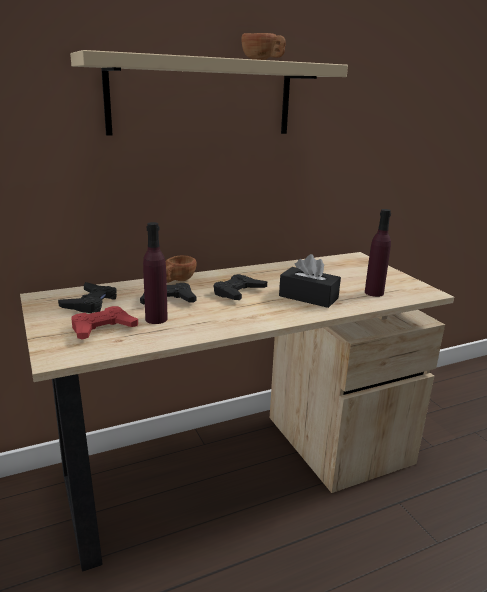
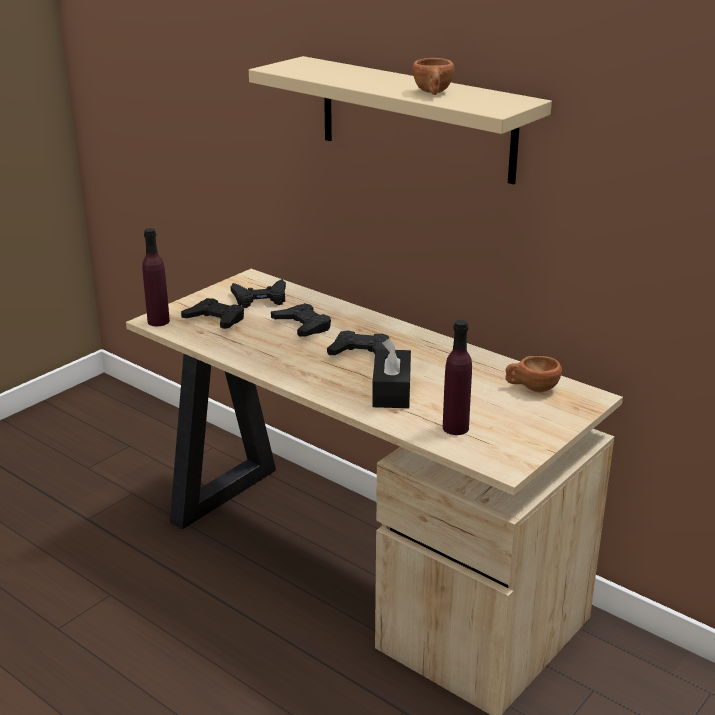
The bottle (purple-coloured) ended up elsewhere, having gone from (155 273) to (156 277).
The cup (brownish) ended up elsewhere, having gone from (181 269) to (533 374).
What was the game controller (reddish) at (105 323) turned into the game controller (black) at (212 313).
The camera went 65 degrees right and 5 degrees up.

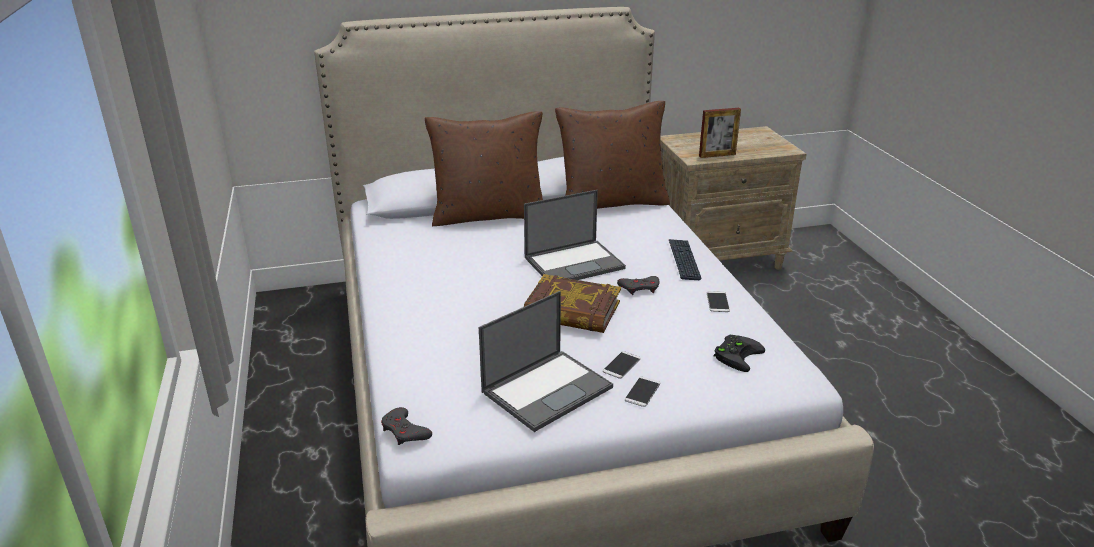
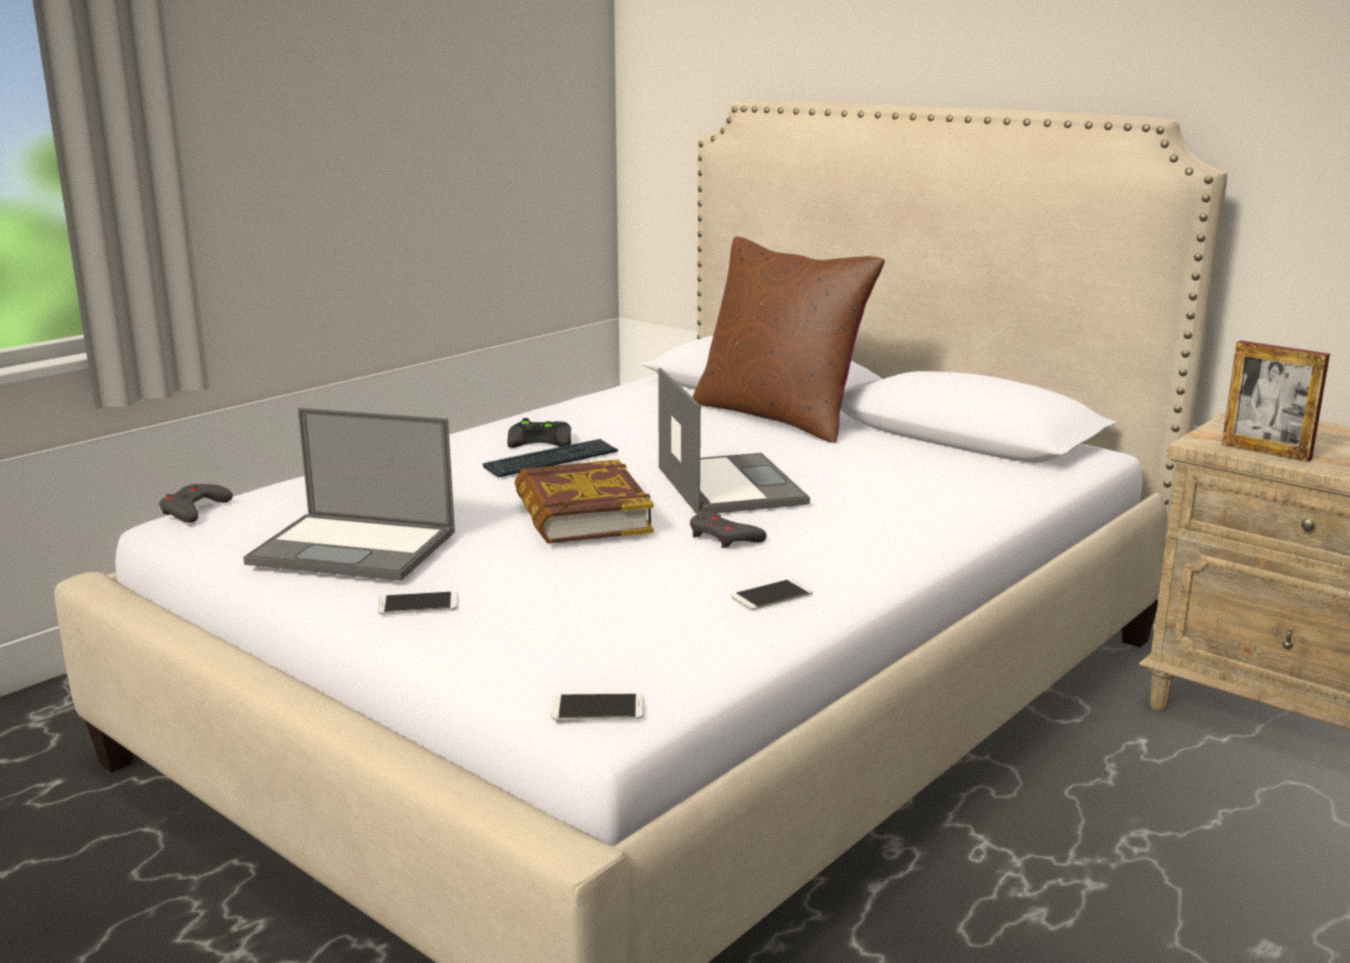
The second view lost the pillow (brownish) at (612 155).
The phone ended up elsewhere, having gone from (621 365) to (597 707).
The keyboard ended up elsewhere, having gone from (685 259) to (550 458).
The game controller (black) ended up elsewhere, having gone from (739 353) to (539 433).
The notebook computer at (575 235) ended up facing another way, 135 degrees counterclockwise from before.
The camera went 55 degrees right and 10 degrees down.

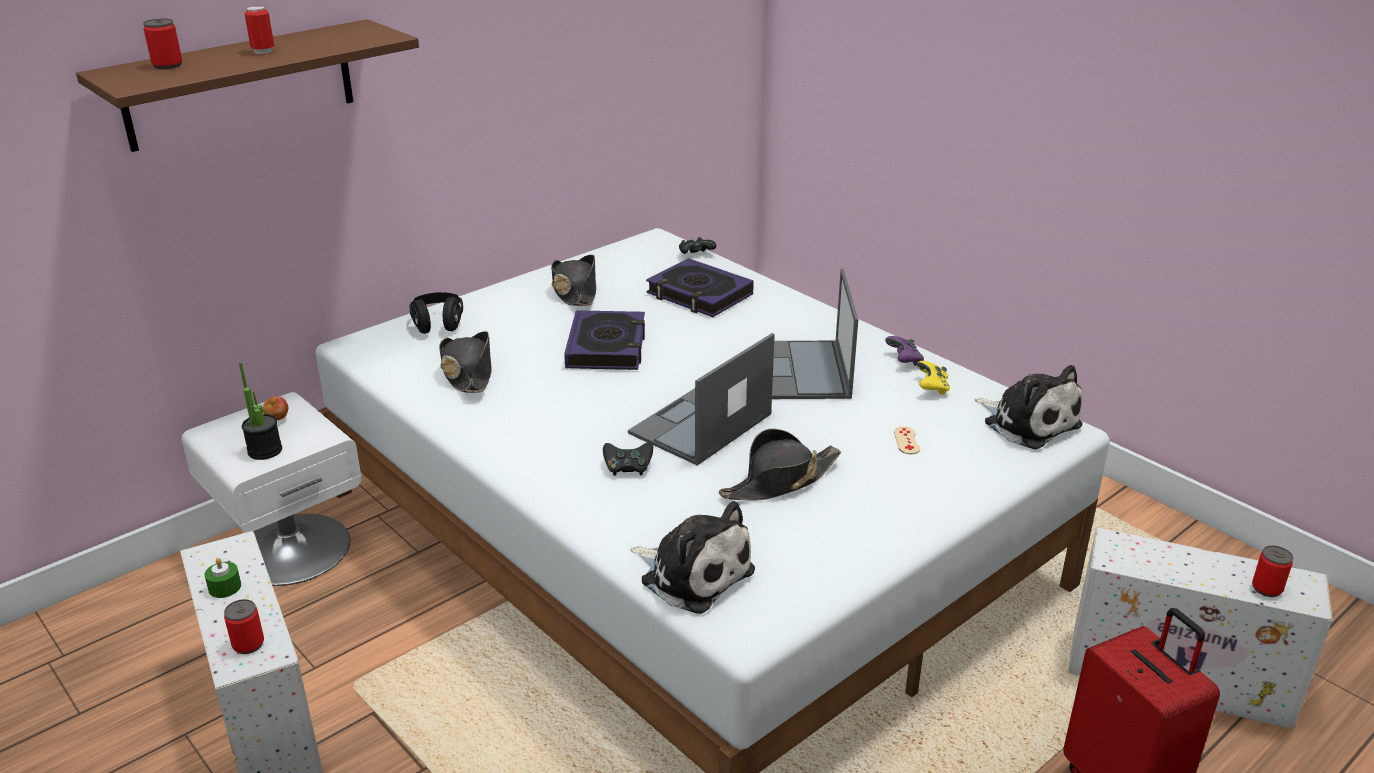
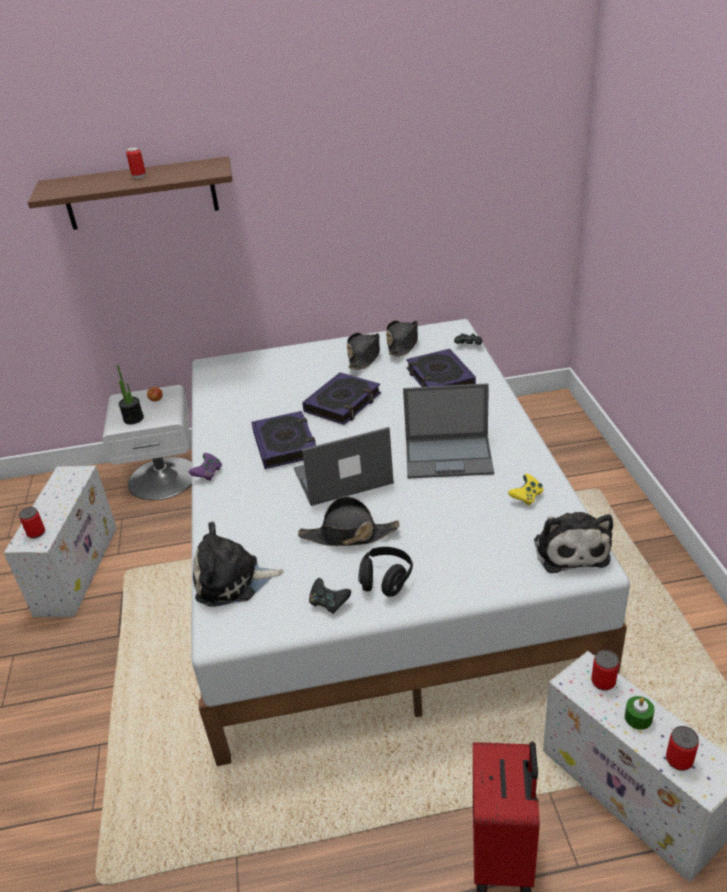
The second view lost the game controller (sand-coloured) at (907 440).
The second view gained the volume at (283 440).
The can ended up elsewhere, having gone from (162 43) to (605 670).
The candle (greenish) ended up elsewhere, having gone from (222 578) to (640 713).
The headset (black) ended up elsewhere, having gone from (436 313) to (385 572).
The wearable hat (black) ended up elsewhere, having gone from (465 362) to (402 338).
The game controller (black) ended up elsewhere, having gone from (628 458) to (330 596).
The game controller (purple-coloured) ended up elsewhere, having gone from (904 351) to (205 467).
The plush toy at (692 557) ended up facing another way, 105 degrees clockwise from before.
The notebook computer at (815 334) ended up facing another way, 120 degrees counterclockwise from before.
The camera went 35 degrees right and 5 degrees up.

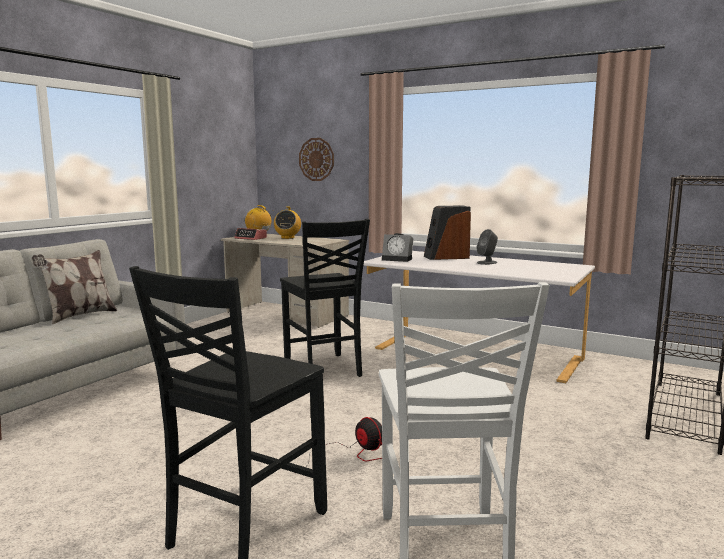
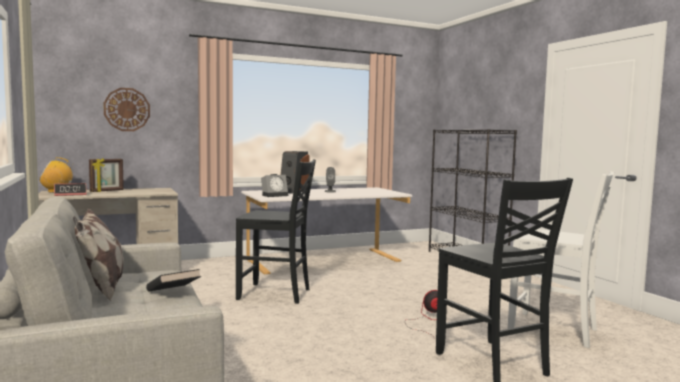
The second view gained the volume (black) at (173 280).
Where the radio set stood at (287 222), the picture frame came to stand at (106 175).
The camera went 55 degrees left and 5 degrees down.

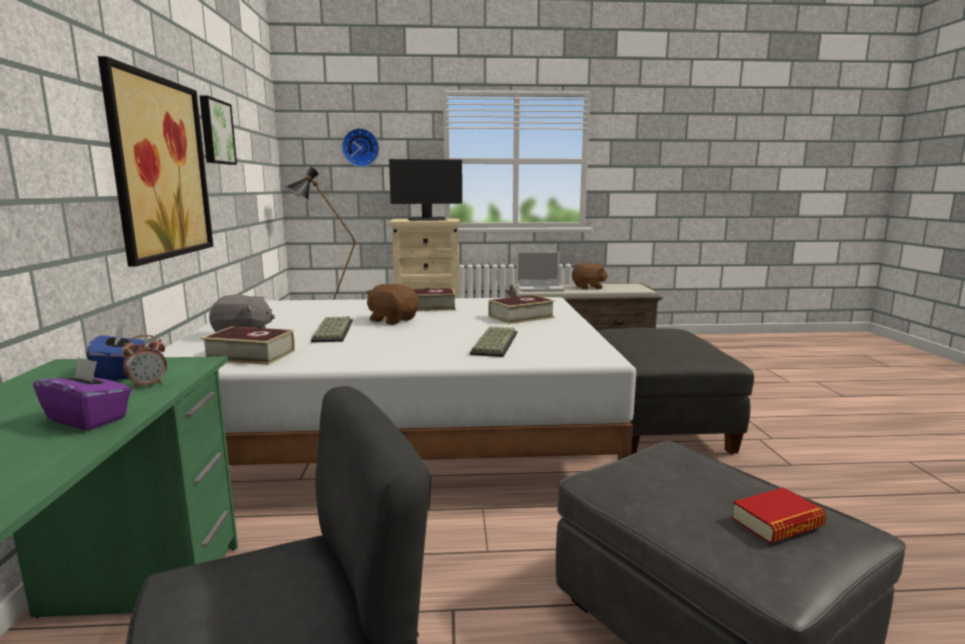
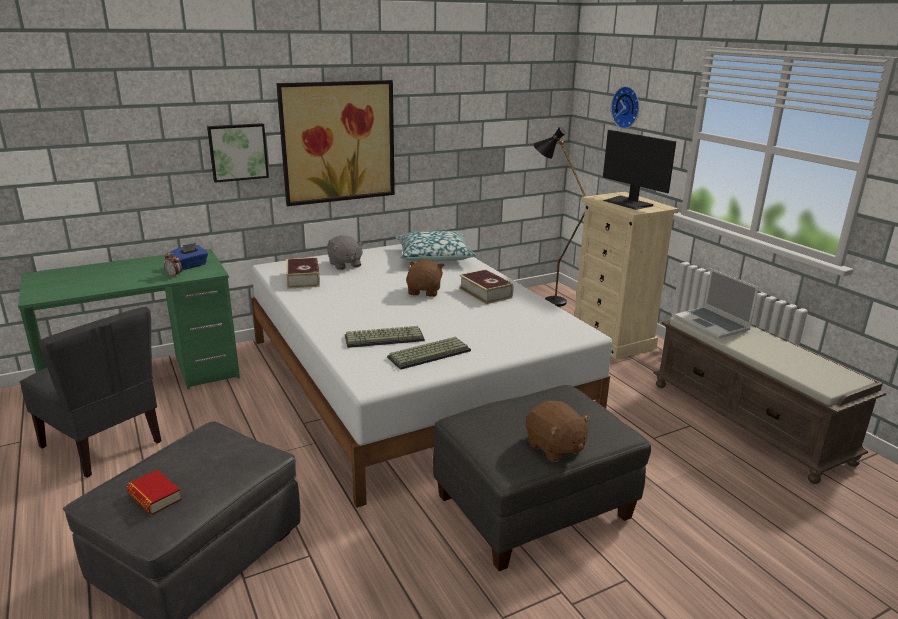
The second view lost the tissue holder (purple-coloured) at (82 393).
The second view lost the volume at (521 309).
The second view gained the pillow at (436 246).
The wall picture ended up elsewhere, having gone from (218 130) to (238 153).
The keyboard ended up elsewhere, having gone from (332 329) to (429 353).
The plush toy (brownish) ended up elsewhere, having gone from (590 276) to (558 431).
The camera went 65 degrees right and 10 degrees up.

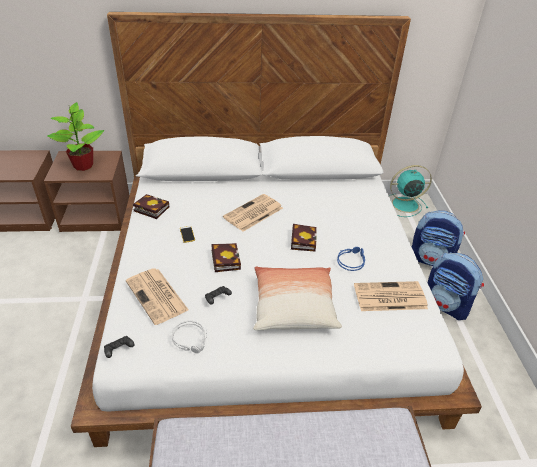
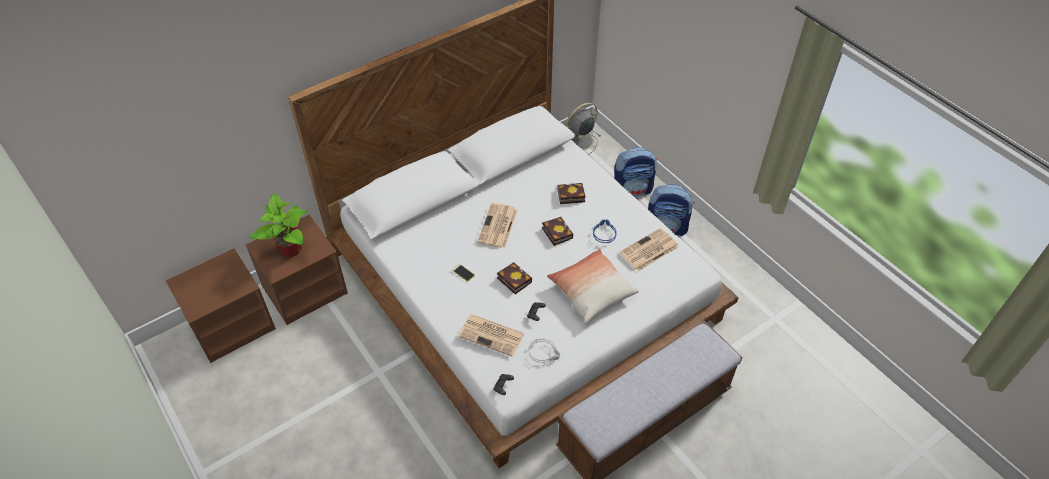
The volume ended up elsewhere, having gone from (151 206) to (571 193).
What was the fan (turquoise-coloured) at (410 191) turned into the fan (grey) at (583 129).
The camera went 30 degrees left and 10 degrees up.

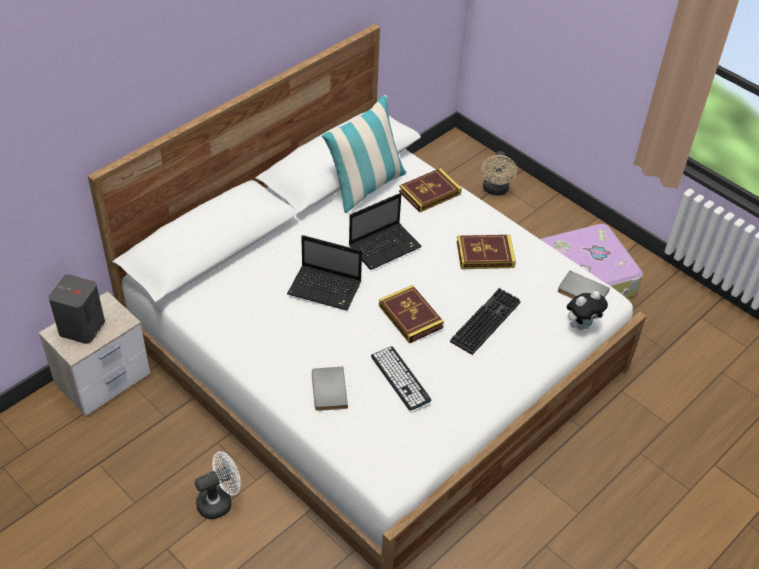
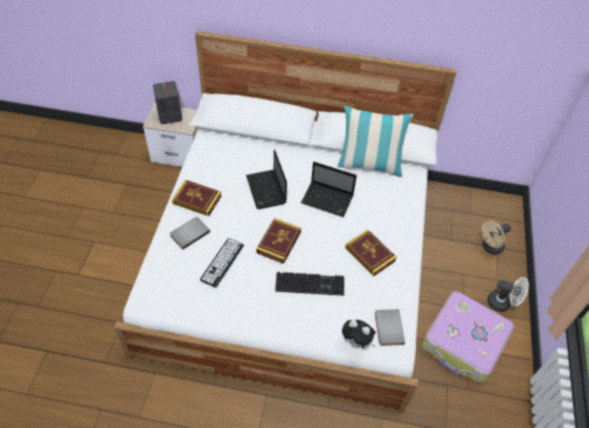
The fan (white-coloured) ended up elsewhere, having gone from (218 485) to (508 294).
The volume ended up elsewhere, having gone from (430 190) to (197 198).
The camera went 55 degrees right and 5 degrees up.

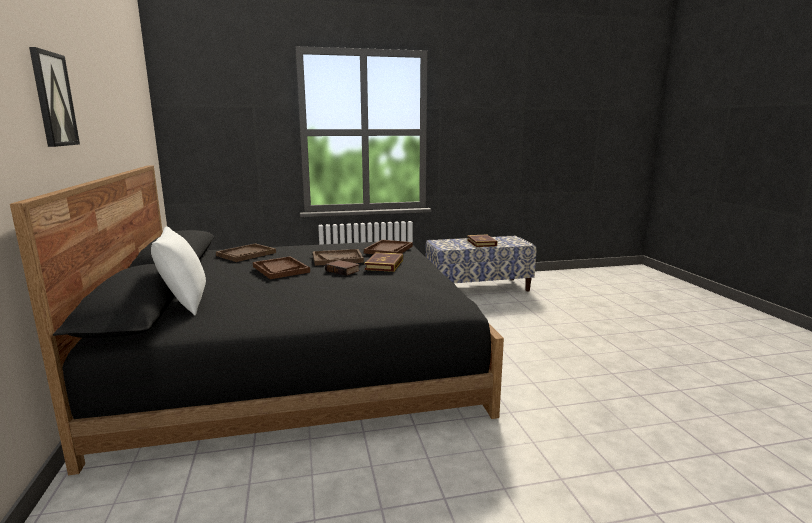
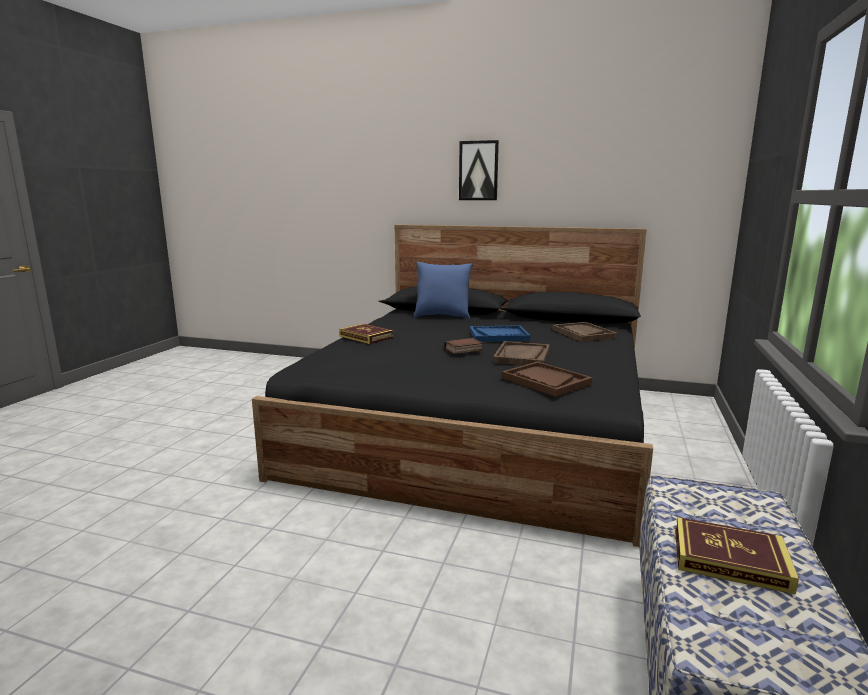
The volume ended up elsewhere, having gone from (384 262) to (366 334).
What was the pillow (white-coloured) at (178 270) turned into the pillow (blue-coloured) at (443 290).
What was the tray (brownish) at (281 267) turned into the tray (blue-coloured) at (500 333).
The camera went 120 degrees right and 0 degrees up.

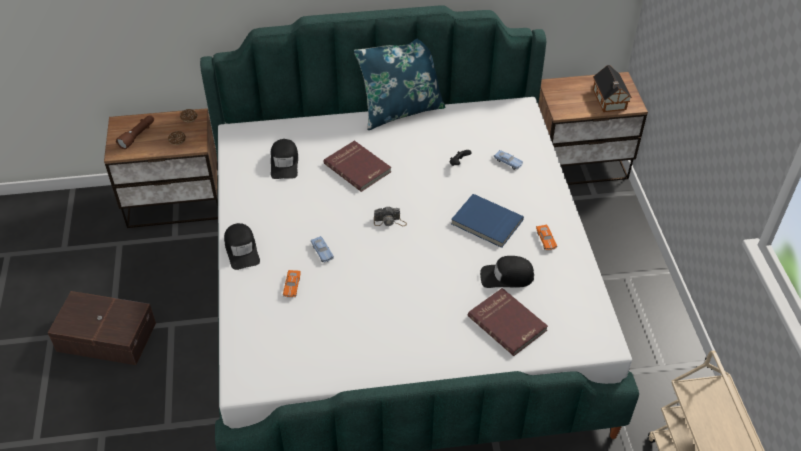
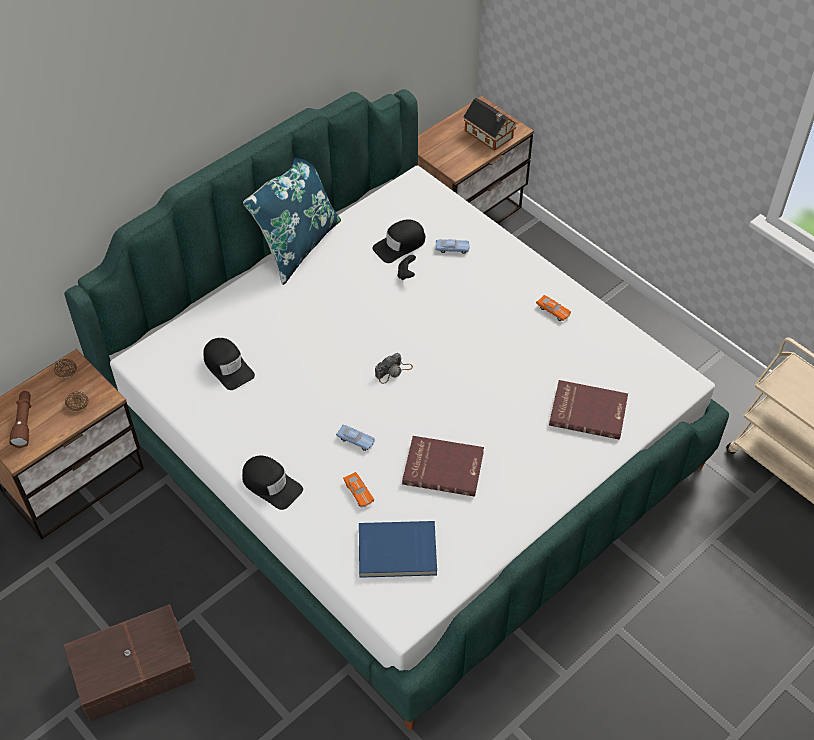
The volume (reddish) ended up elsewhere, having gone from (357 166) to (443 466).
The volume (blue-coloured) ended up elsewhere, having gone from (487 221) to (398 549).
The cap (black) ended up elsewhere, having gone from (507 272) to (398 241).
The camera went 35 degrees left and 5 degrees up.

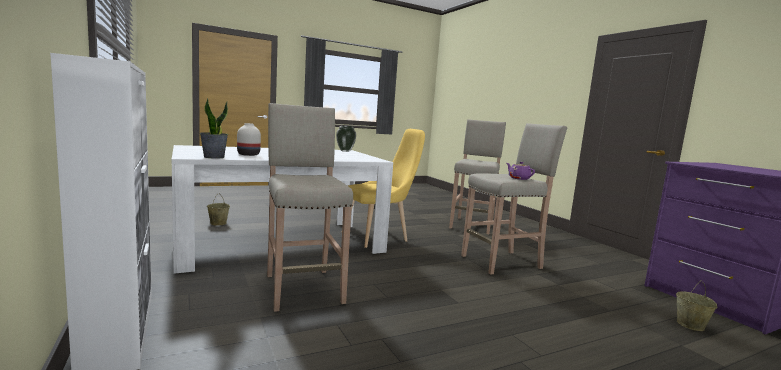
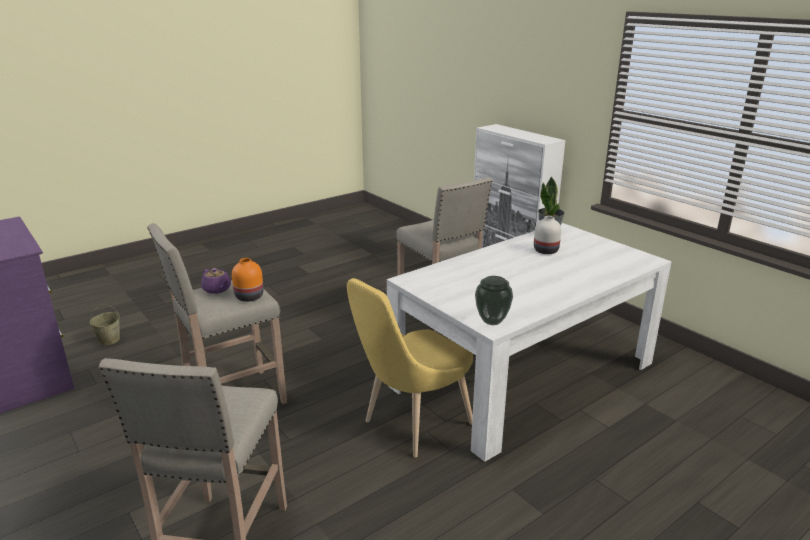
The second view lost the bucket (sand-coloured) at (218 209).
The second view gained the decorative vase (orange) at (248 280).
The camera went 170 degrees right and 15 degrees up.

